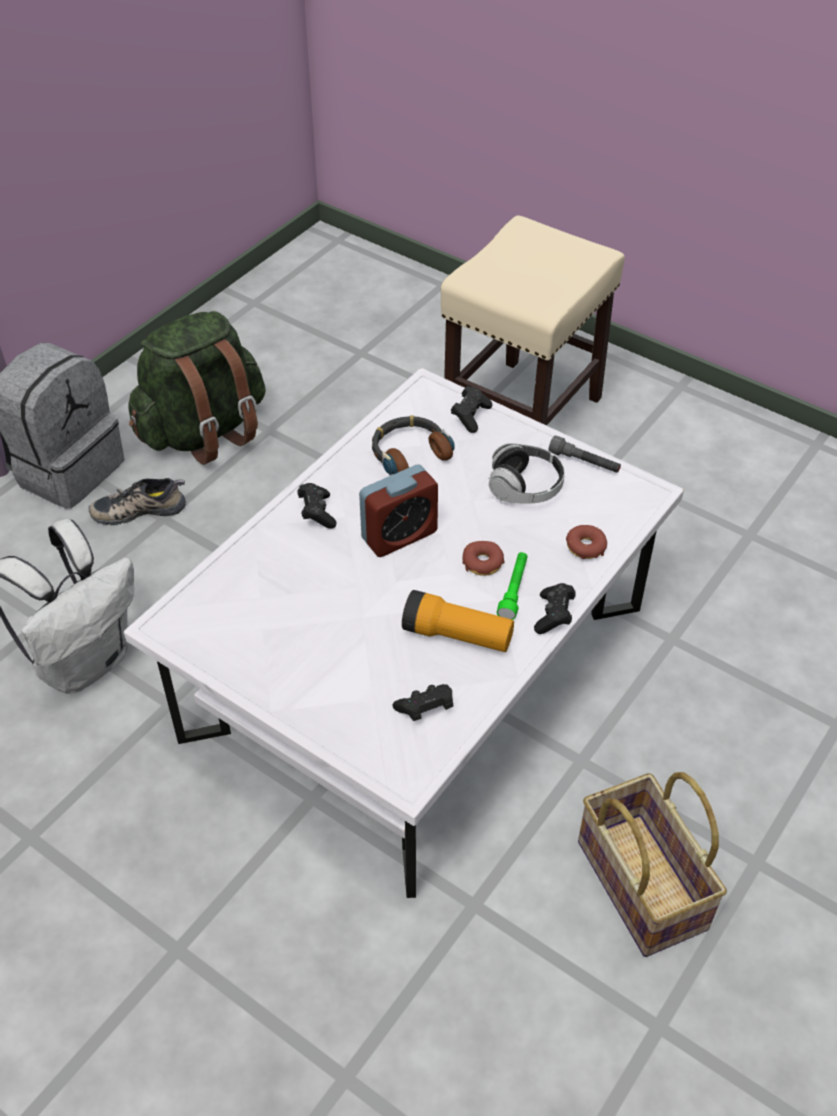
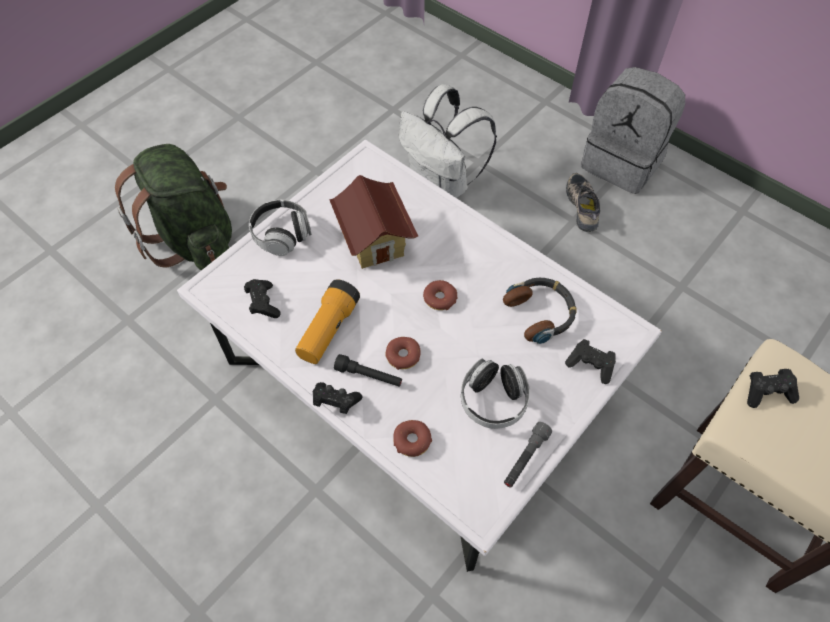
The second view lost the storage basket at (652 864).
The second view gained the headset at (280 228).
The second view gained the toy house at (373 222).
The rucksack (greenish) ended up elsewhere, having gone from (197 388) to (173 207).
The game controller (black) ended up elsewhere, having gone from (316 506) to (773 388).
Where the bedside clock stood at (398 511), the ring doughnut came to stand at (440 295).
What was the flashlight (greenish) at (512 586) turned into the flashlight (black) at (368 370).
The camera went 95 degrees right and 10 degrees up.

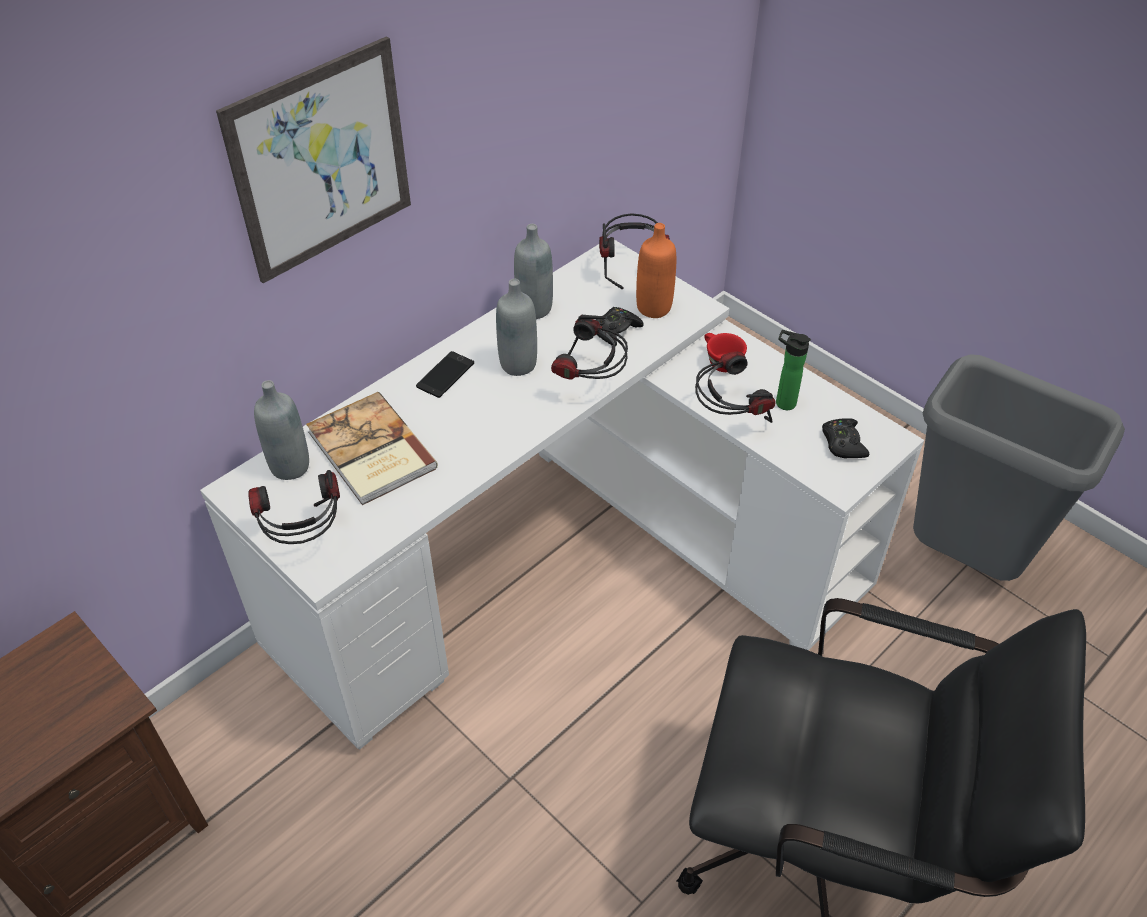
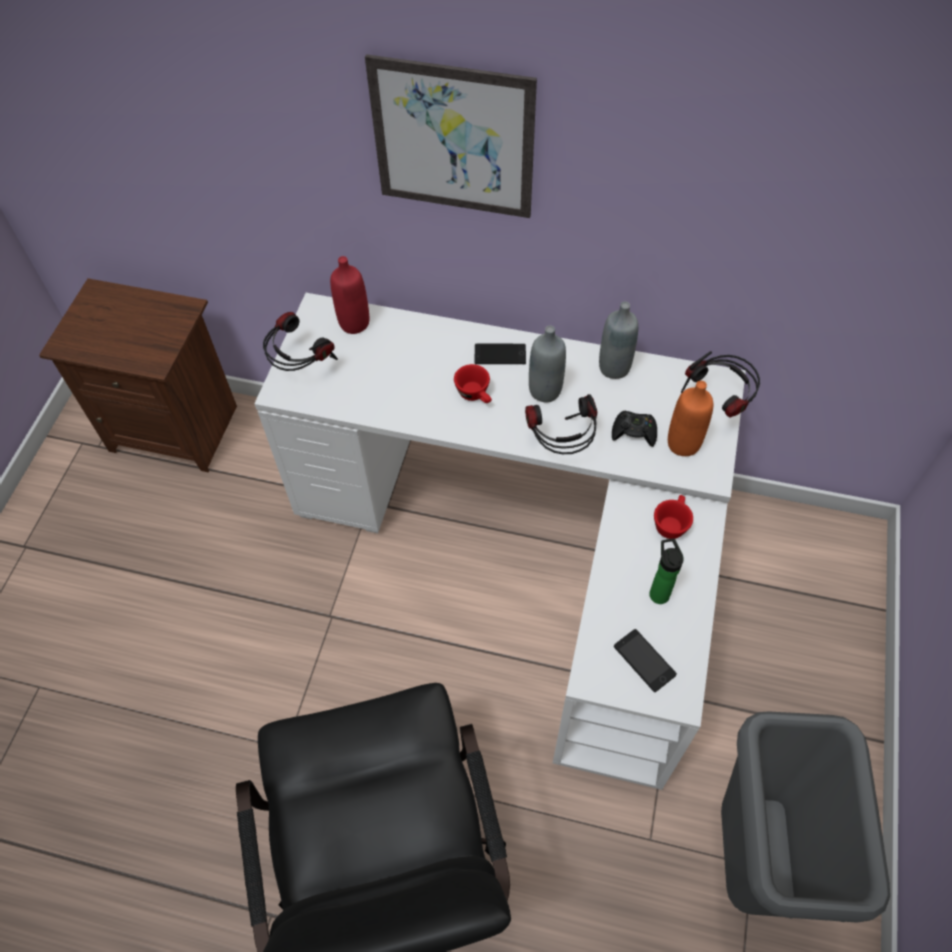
The second view lost the volume at (372 448).
The second view lost the headset at (735 387).
The second view gained the cup (reddish) at (473 383).
Where the game controller (black) stood at (845 438), the phone came to stand at (645 660).
What was the bottle (grey) at (281 430) turned into the bottle (reddish) at (349 295).
The camera went 60 degrees right and 10 degrees up.

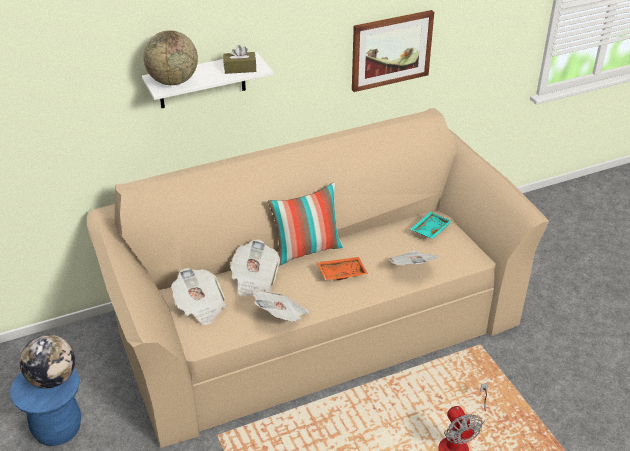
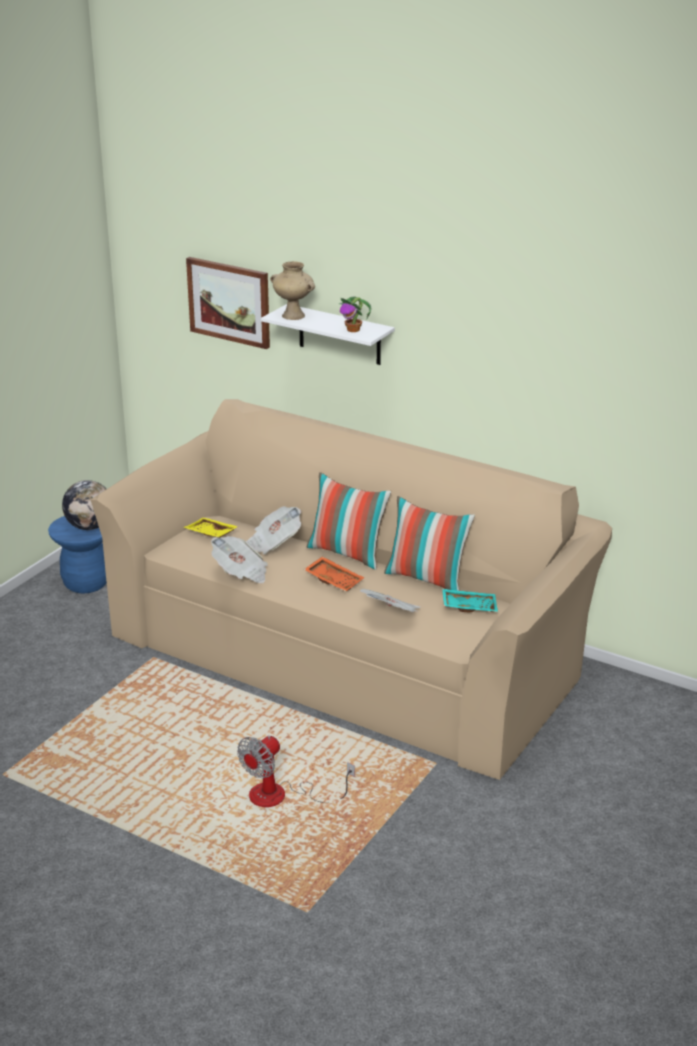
The second view gained the pillow at (429 543).
The wall picture ended up elsewhere, having gone from (393 51) to (228 303).
Where the desk globe stood at (170 57), the decorative vase (sand-coloured) came to stand at (292 290).
Where the printed paper stood at (199 296), the tray (yellowish) came to stand at (211 527).
Where the tissue holder (brownish) stood at (239 59), the plant in a pot came to stand at (355 314).
The camera went 55 degrees right and 10 degrees down.

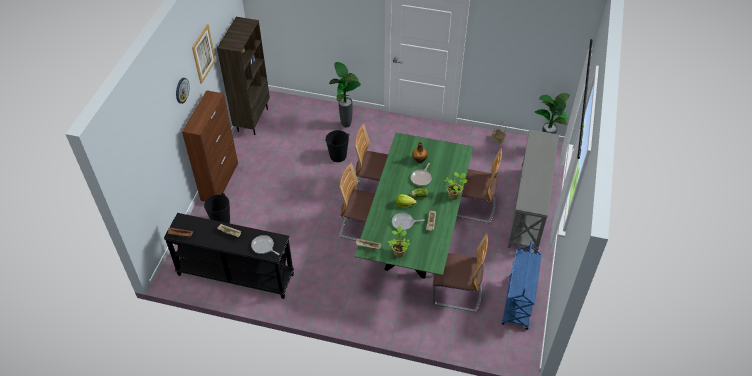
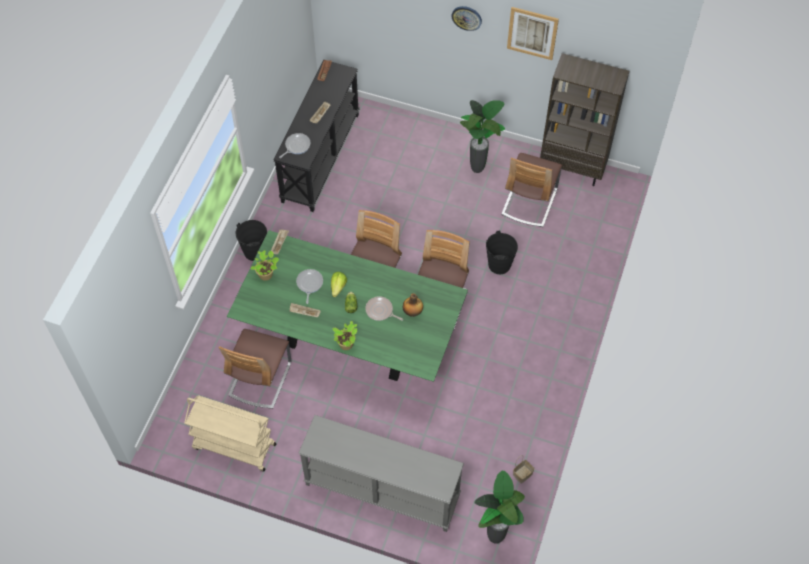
The second view lost the storage cabinet (brownish) at (210 146).
The bucket (black) ended up elsewhere, having gone from (217 208) to (251 240).
The plant in a pot ended up elsewhere, having gone from (345 95) to (482 136).
The plain chair ended up elsewhere, having gone from (479 185) to (531 190).
What was the cart (blue-coloured) at (522 285) turned into the cart (sand-coloured) at (230 433).
The camera went 95 degrees right and 10 degrees up.

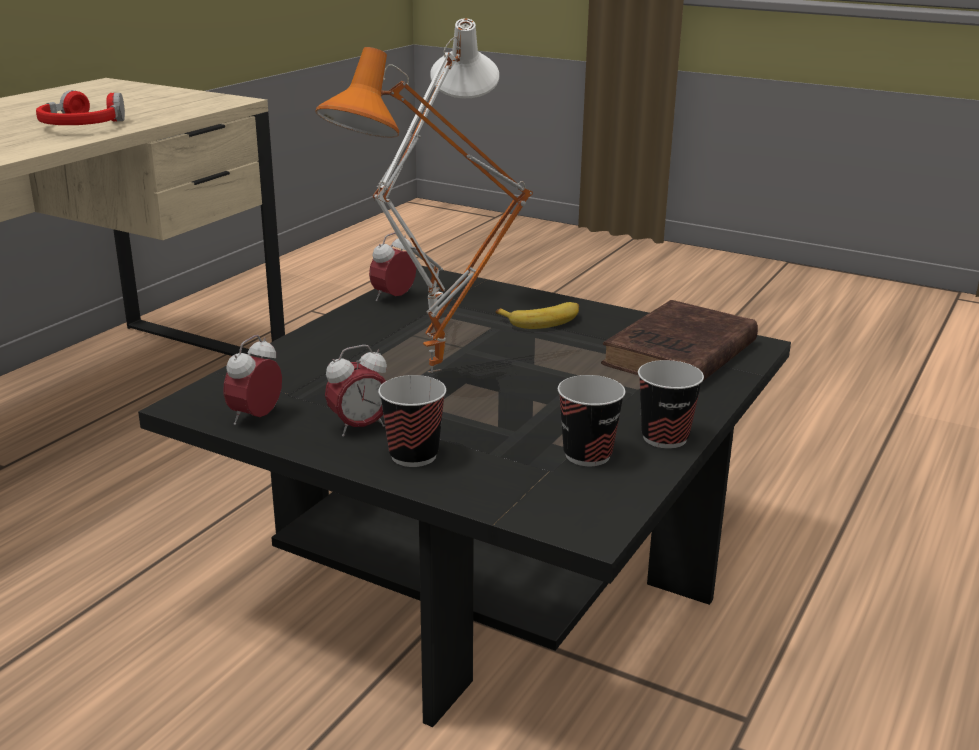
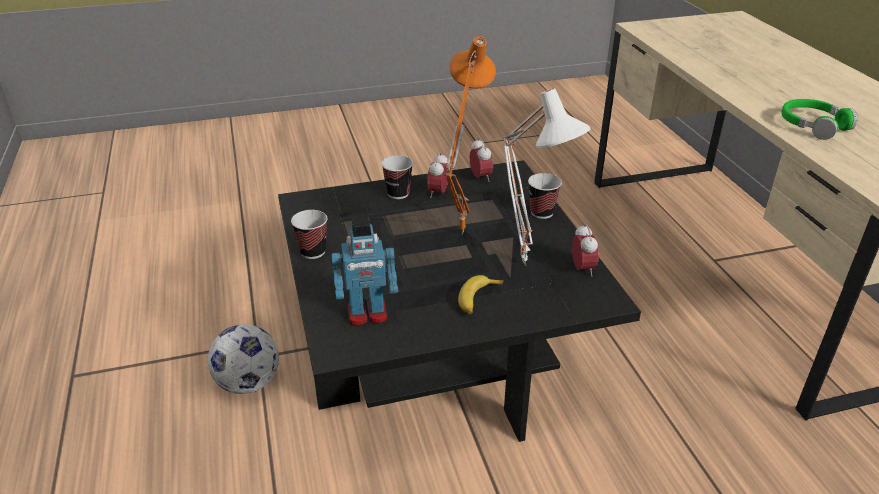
The second view gained the football at (243 359).
The cup ended up elsewhere, having gone from (591 420) to (545 196).
Where the volume (brownish) stood at (679 341), the toy robot came to stand at (365 271).
What was the headset (reddish) at (80 107) turned into the headset (greenish) at (820 119).
The camera went 135 degrees right and 10 degrees up.

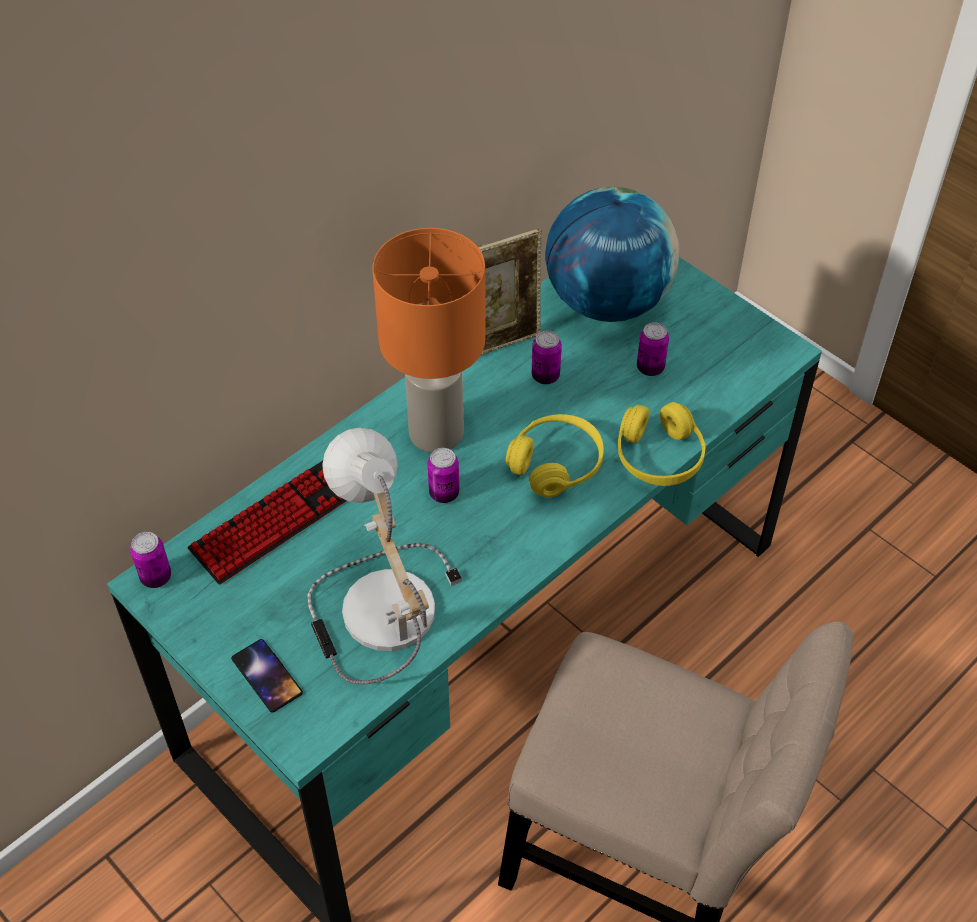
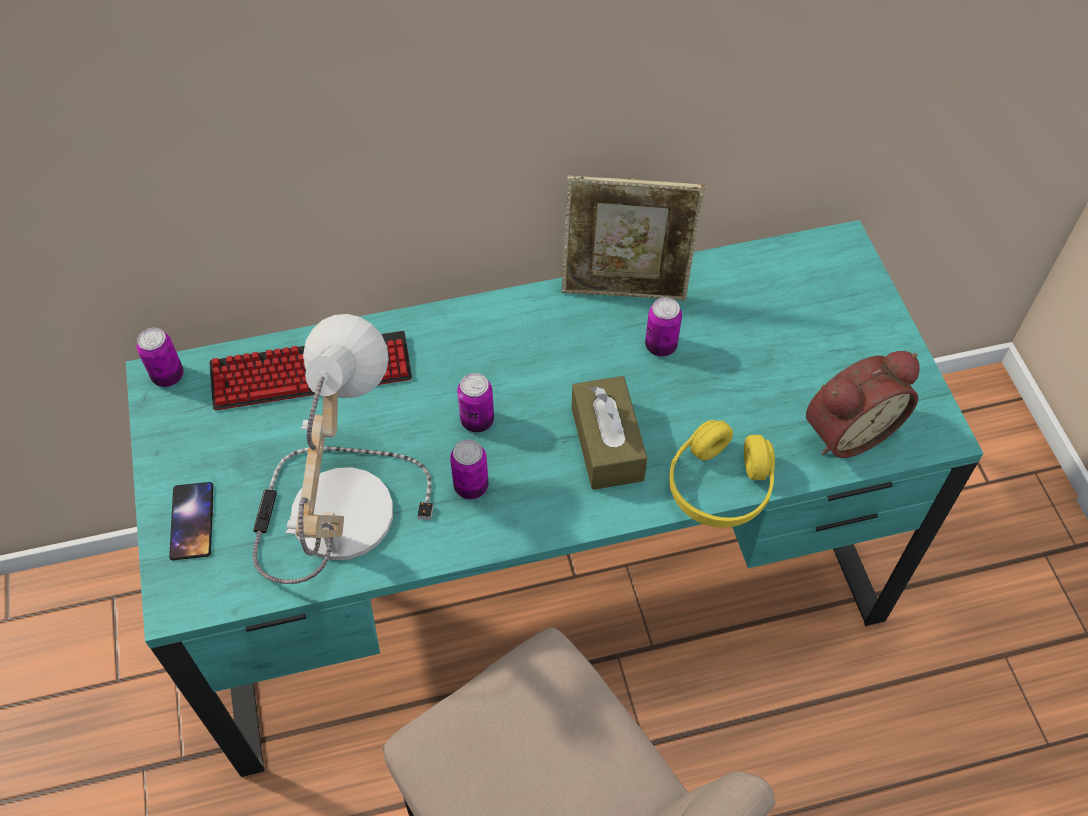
The second view lost the tabletop lamp (orange) at (428 340).
The second view lost the desk globe at (612 254).
The second view gained the bedside clock at (863 404).
The can ended up elsewhere, having gone from (653 349) to (469 469).
Where the headset (yellowish) stood at (555 455), the tissue holder (brownish) came to stand at (609 433).
The camera went 30 degrees right and 5 degrees up.

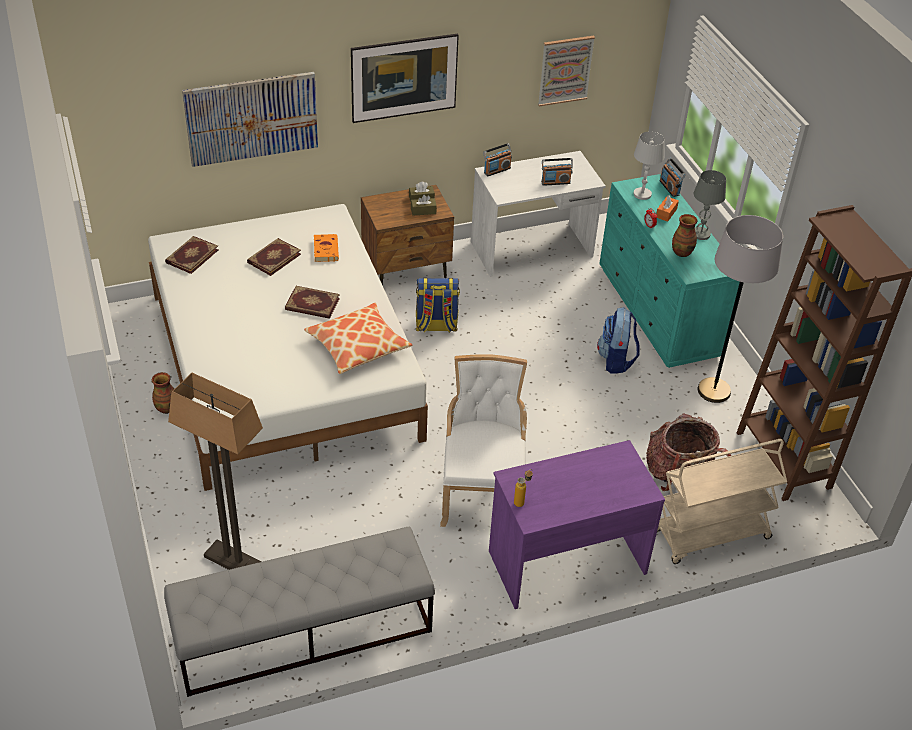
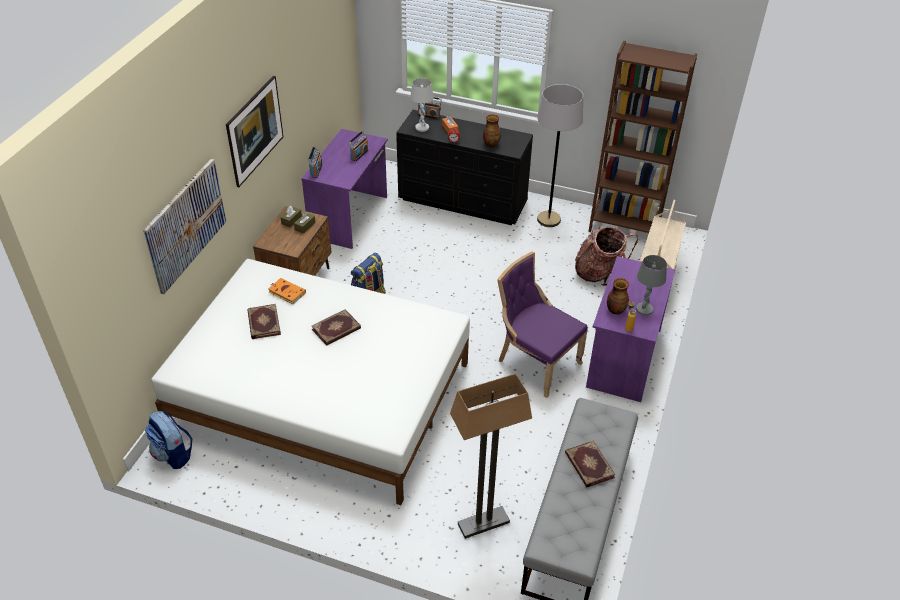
The second view lost the pillow at (358 338).
The second view lost the wall picture at (566 71).
The decorative vase ended up elsewhere, having gone from (163 393) to (618 296).
The volume ended up elsewhere, having gone from (191 255) to (590 464).
The rucksack ended up elsewhere, having gone from (618 340) to (168 440).
The tabletop lamp (grey) ended up elsewhere, having gone from (710 205) to (651 285).
What was the plain chair (white-coloured) at (483 440) turned into the plain chair (purple-coloured) at (542 324).
What was the desk table (white-coloured) at (538 214) turned into the desk table (purple-coloured) at (344 189).
What was the dresser (turquoise-coloured) at (669 271) turned into the dresser (black) at (464 167).
The camera went 50 degrees left and 0 degrees up.

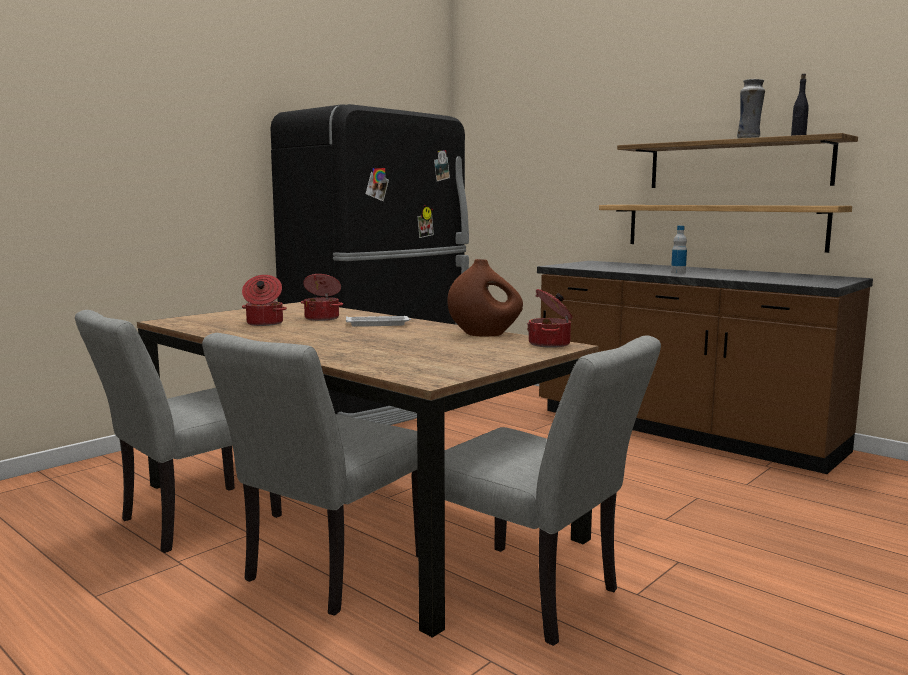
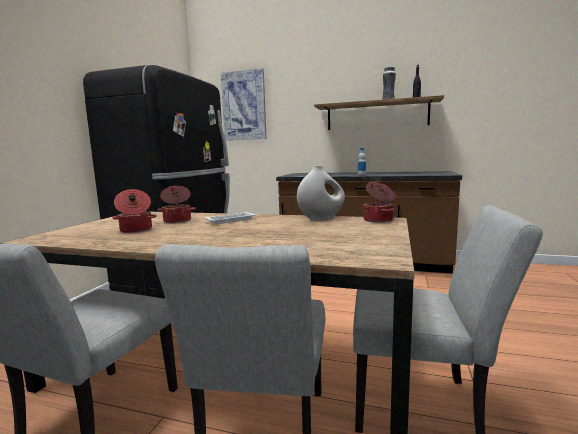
The second view lost the wall shelf at (725 229).
The second view gained the wall picture at (244 104).
What was the decorative vase (brownish) at (485 297) turned into the decorative vase (white-coloured) at (321 193).
The camera went 25 degrees left and 0 degrees up.

